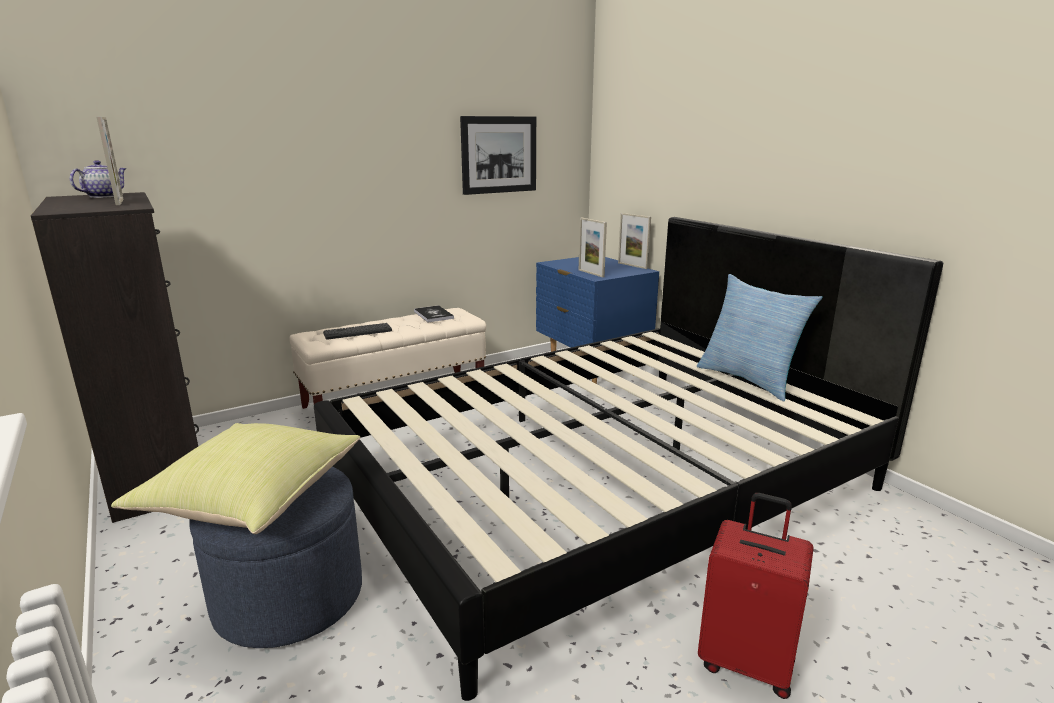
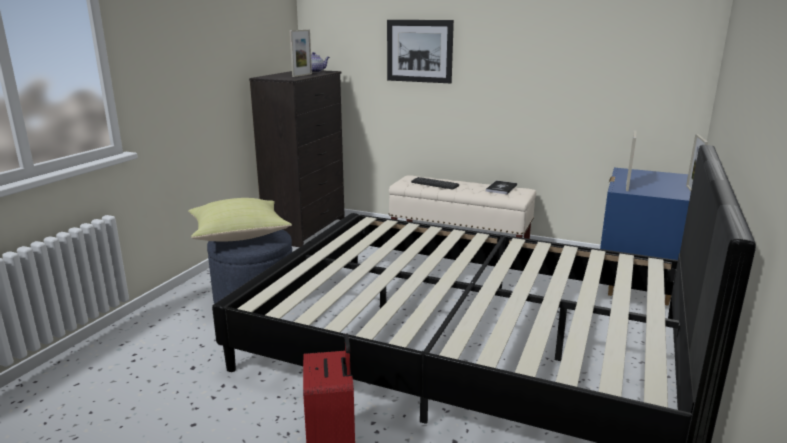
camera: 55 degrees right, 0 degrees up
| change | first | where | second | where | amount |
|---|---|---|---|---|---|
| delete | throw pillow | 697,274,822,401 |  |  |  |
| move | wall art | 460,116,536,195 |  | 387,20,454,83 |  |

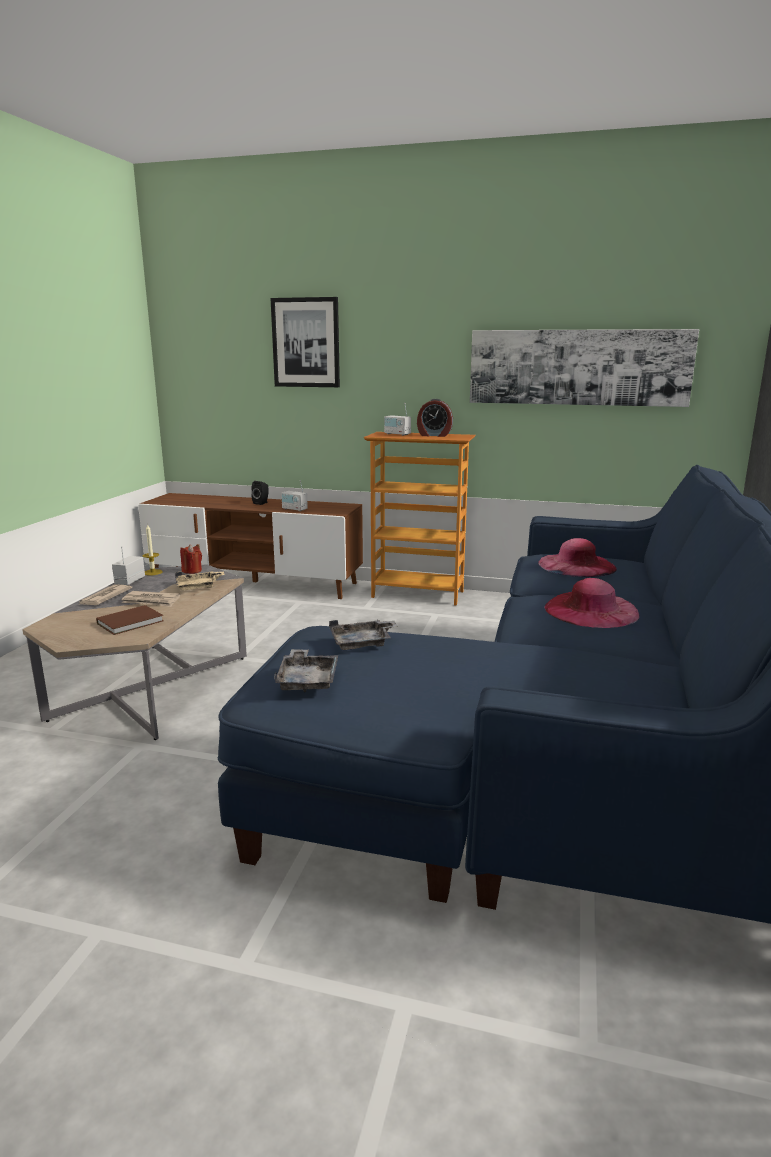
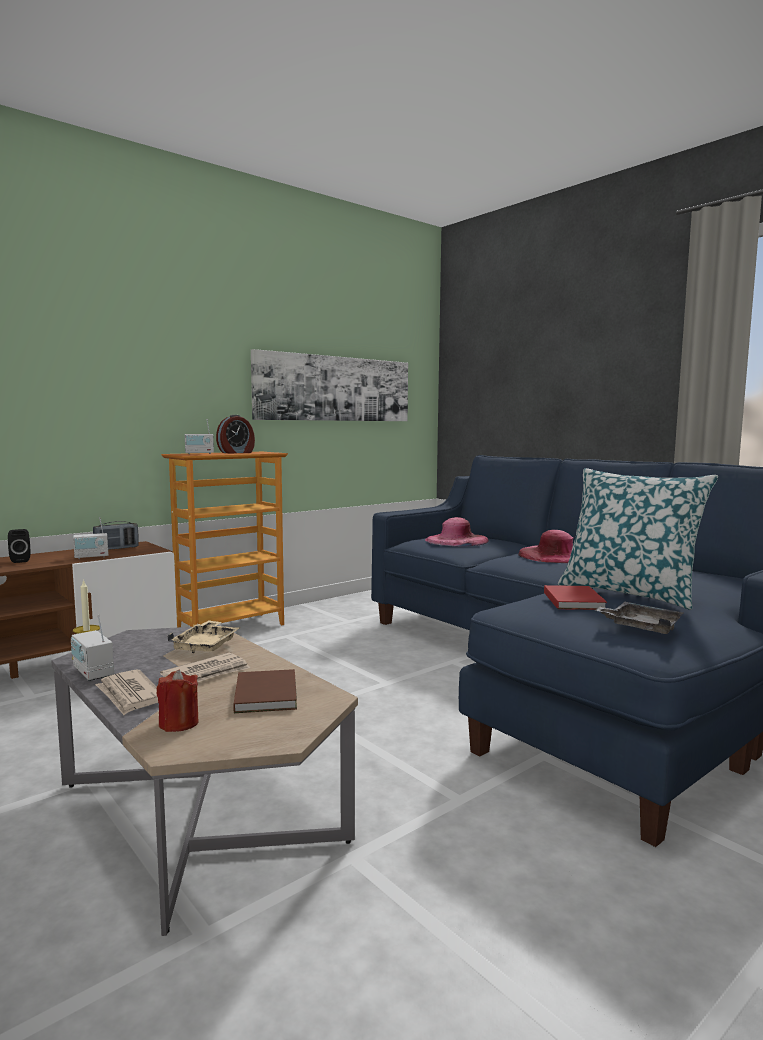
camera: 55 degrees left, 10 degrees down
| change | first | where | second | where | amount |
|---|---|---|---|---|---|
| delete | wall art | 270,297,340,387 |  |  |  |
| insert |  |  | radio receiver | 93,521,139,550 |  |
| insert |  |  | throw pillow | 558,468,718,610 |  |
| move | wax light/reddish | 180,545,202,574 |  | 157,670,199,732 |  |
| replace | tray/greyish | 329,620,398,650 | volume/reddish | 544,585,607,610 |  |

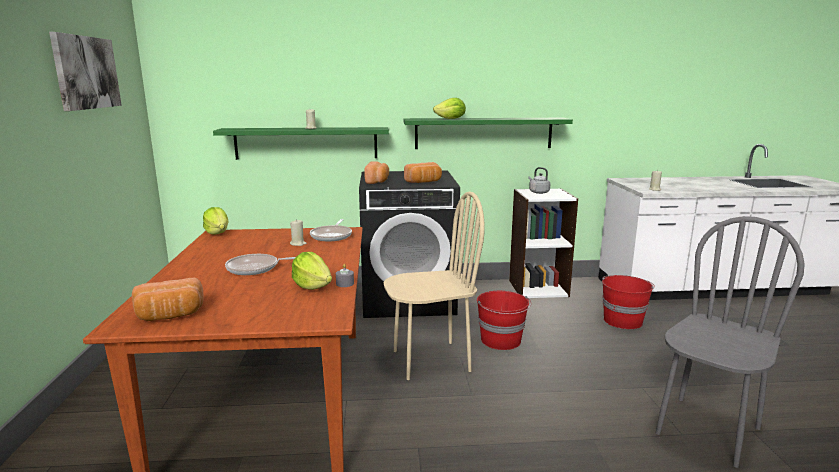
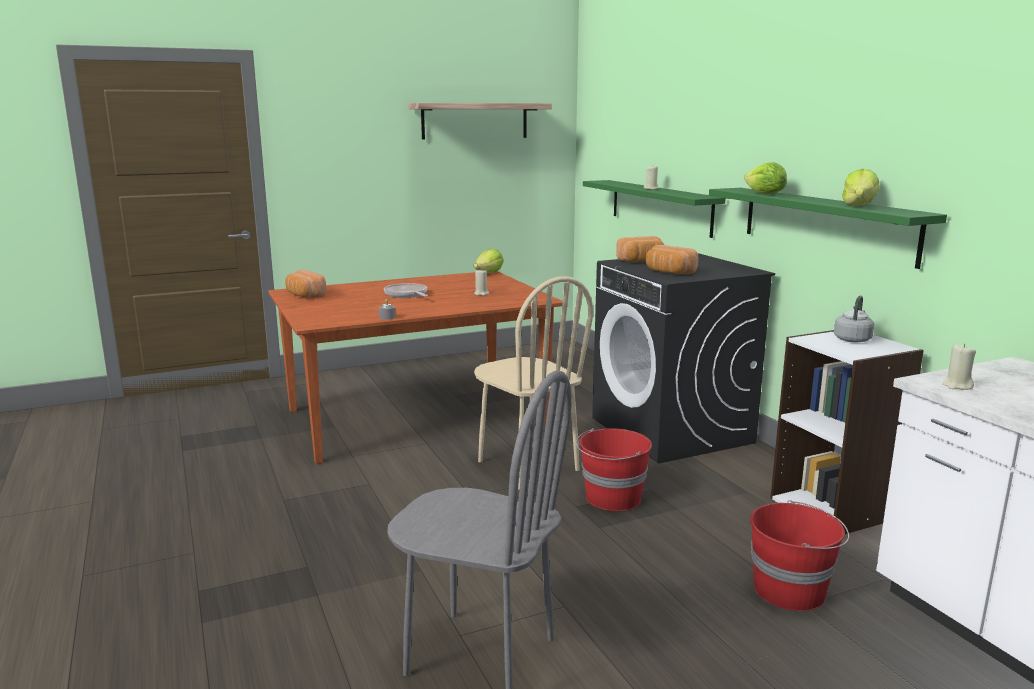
camera: 70 degrees right, 0 degrees up
| change | first | where | second | where | amount |
|---|---|---|---|---|---|
| delete | skillet | 310,219,352,241 |  |  |  |
| move | head of lettuce | 292,252,332,290 |  | 842,169,880,206 |  |
| replace | wall art | 49,32,122,111 | shelf | 408,103,552,139 |  |

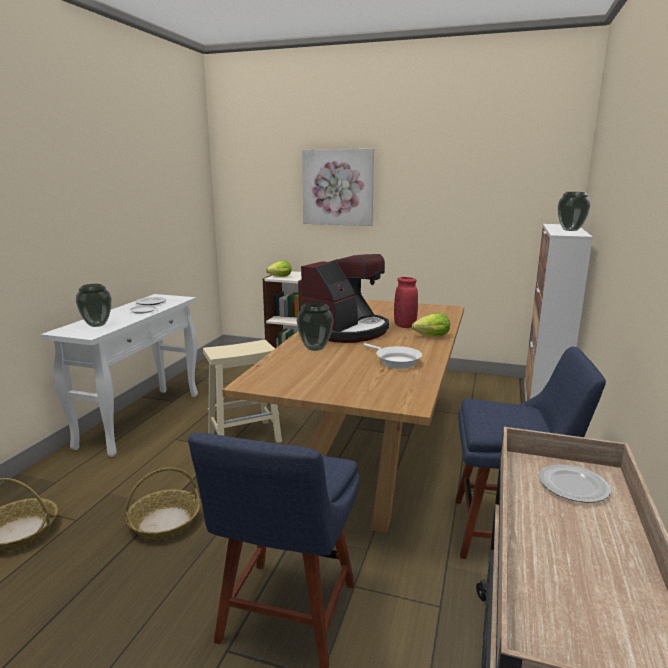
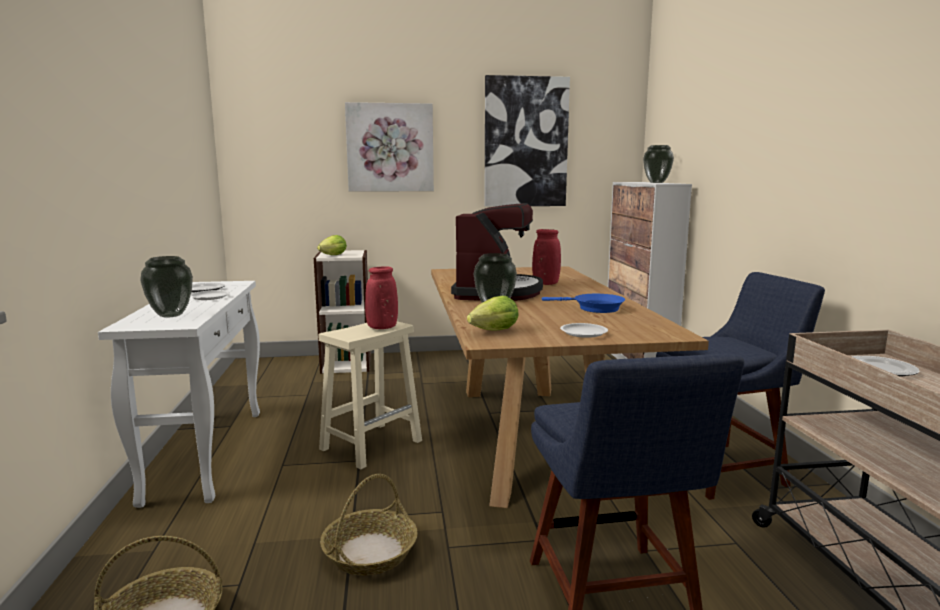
camera: 25 degrees left, 5 degrees down
| change | first | where | second | where | amount |
|---|---|---|---|---|---|
| insert |  |  | decorative vase/reddish | 365,266,398,329 |  |
| insert |  |  | wall art | 484,75,570,207 |  |
| insert |  |  | dinner plate/white-coloured | 560,323,608,338 |  |
| move | head of lettuce | 412,313,450,336 |  | 467,296,519,331 |  |
| recolor | skillet/white-coloured | 364,343,422,369 | skillet/bluish | 542,294,625,313 |  |

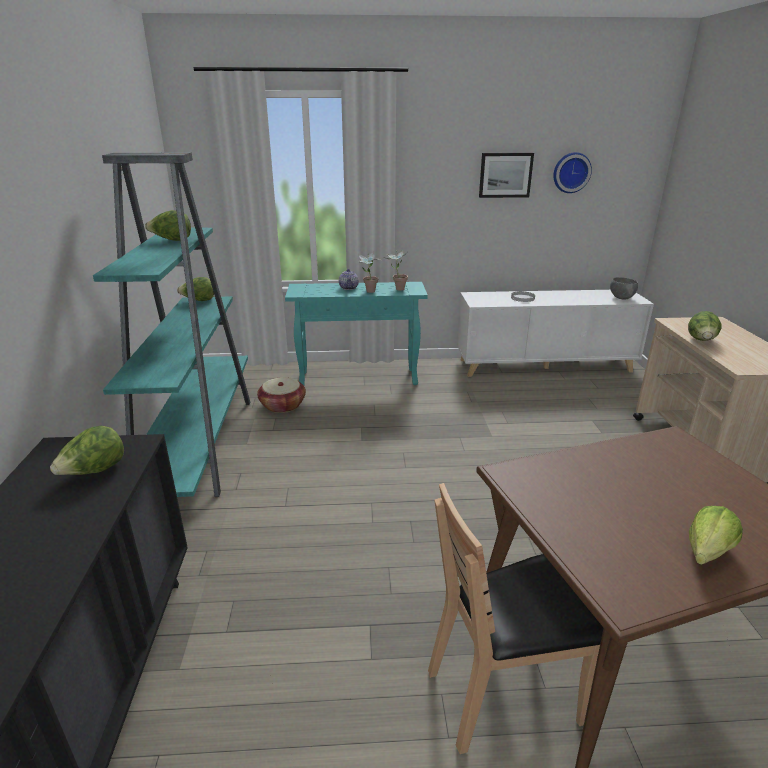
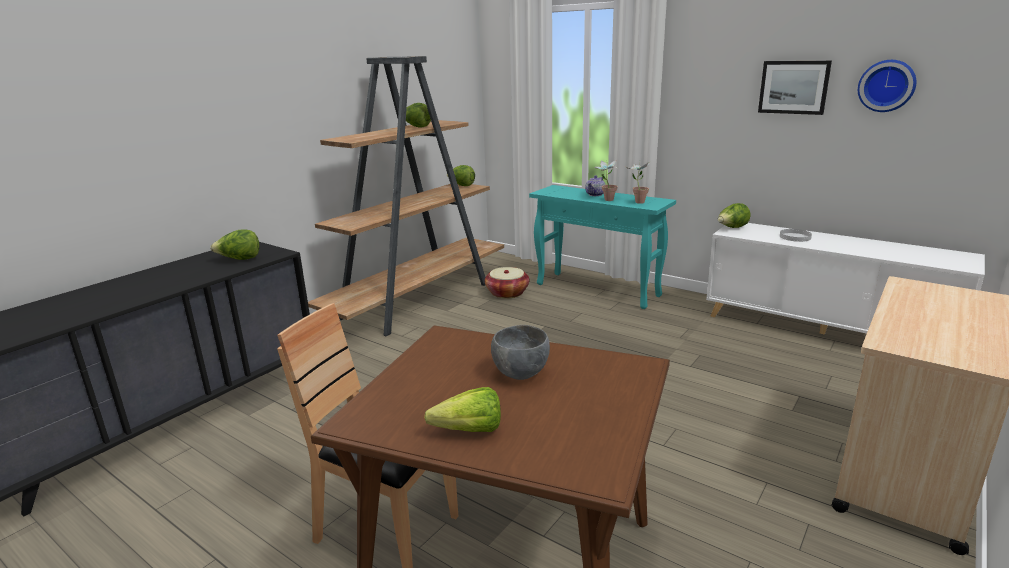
camera: 40 degrees right, 5 degrees down
| change | first | where | second | where | amount |
|---|---|---|---|---|---|
| move | deep dish/greyish | 610,277,638,299 |  | 491,325,550,380 |  |
| move | head of lettuce | 688,311,721,341 |  | 718,203,751,228 |  |
| recolor | bookshelf/turquoise | 93,153,250,497 | bookshelf/brown-coloured | 308,56,504,336 |  |

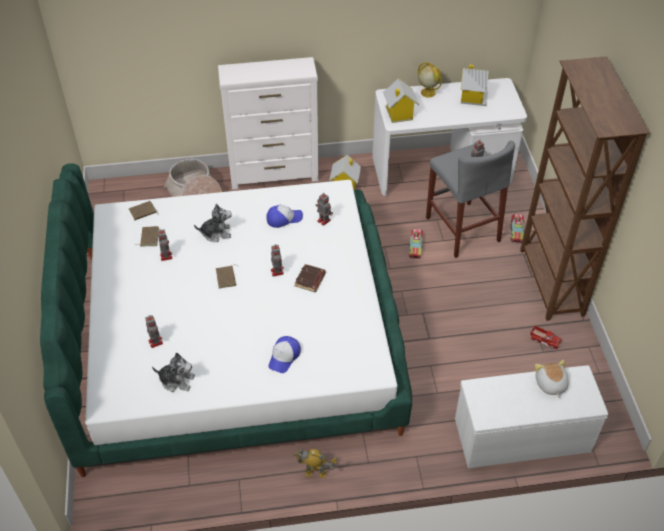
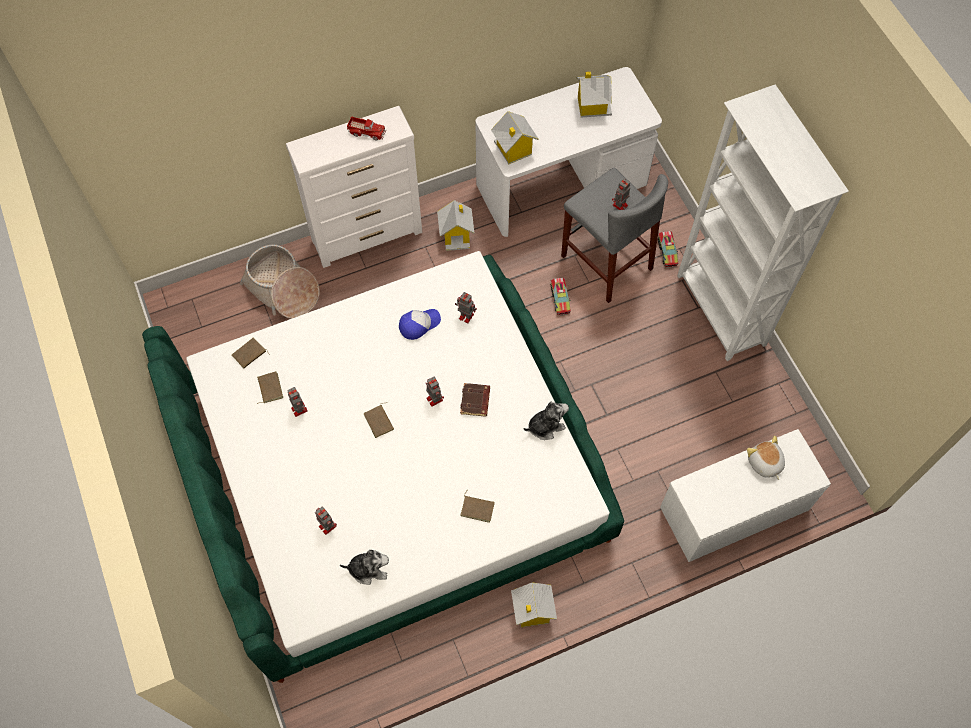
camera: 15 degrees left, 15 degrees up
| change | first | where | second | where | amount |
|---|---|---|---|---|---|
| delete | desk globe | 418,62,442,98 |  |  |  |
| move | soft toy | 194,203,232,242 |  | 524,402,569,440 |  |
| move | toy lorry | 529,326,562,349 |  | 347,116,386,141 |  |
| replace | peaked cap | 268,336,301,373 | volume/brown-coloured | 460,491,495,523 |  |
| replace | robot figure | 293,449,337,478 | model house | 511,583,557,627 |  |
| recolor | bookshelf/brown-coloured | 520,56,650,321 | bookshelf/white-coloured | 677,84,849,361 |  |

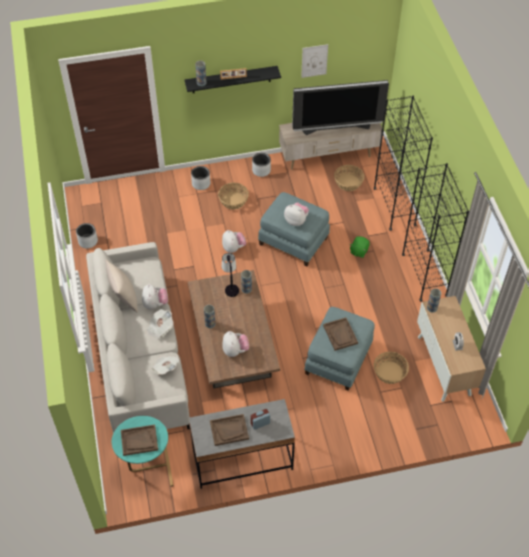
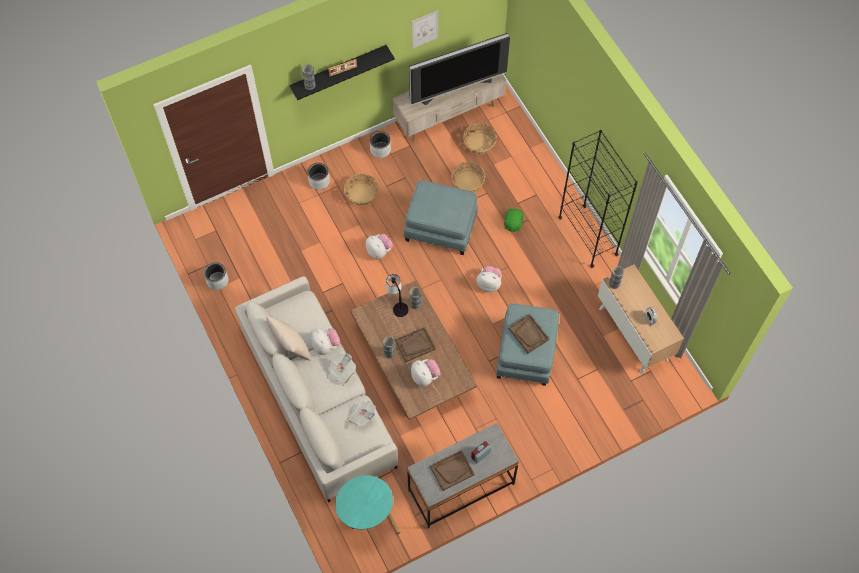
camera: 15 degrees left, 10 degrees up
| change | first | where | second | where | amount |
|---|---|---|---|---|---|
| delete | bookshelf/black-coloured | 374,96,433,231 |  |  |  |
| move | tray/brown-coloured | 121,425,158,456 |  | 395,327,436,362 |  |
| move | soft toy | 284,202,309,226 |  | 476,266,502,292 |  |
| move | storage basket | 374,352,409,384 |  | 451,162,486,192 |  |

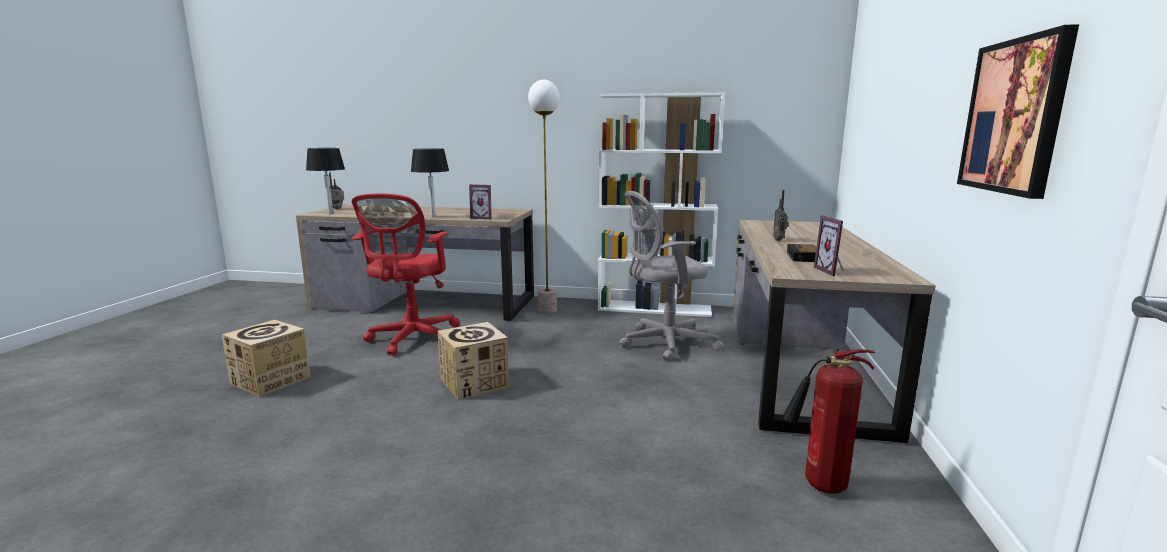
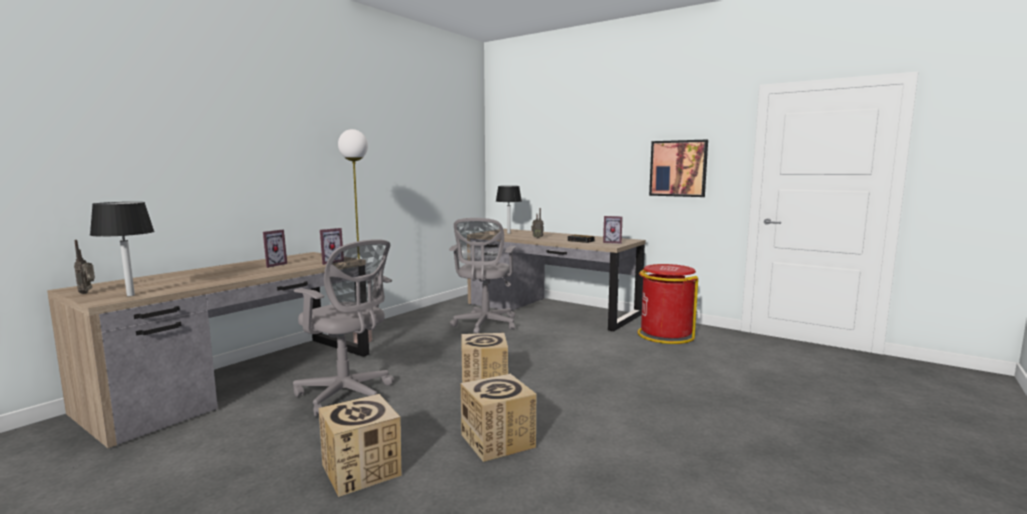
camera: 65 degrees left, 5 degrees down
| change | first | where | second | where | amount |
|---|---|---|---|---|---|
| delete | bookshelf/white-coloured | 598,92,725,317 |  |  |  |
| insert |  |  | standing frame | 263,229,287,268 |  |
| insert |  |  | packing box | 461,374,536,462 |  |
| move | tabletop lamp/black-coloured | 411,148,449,217 |  | 496,186,522,234 |  |
| replace | extinguisher | 783,349,875,494 | waste bin/reddish | 637,264,698,344 |  |
| recolor | office chair/reddish | 352,193,460,356 | office chair/greyish | 293,239,394,417 |  |

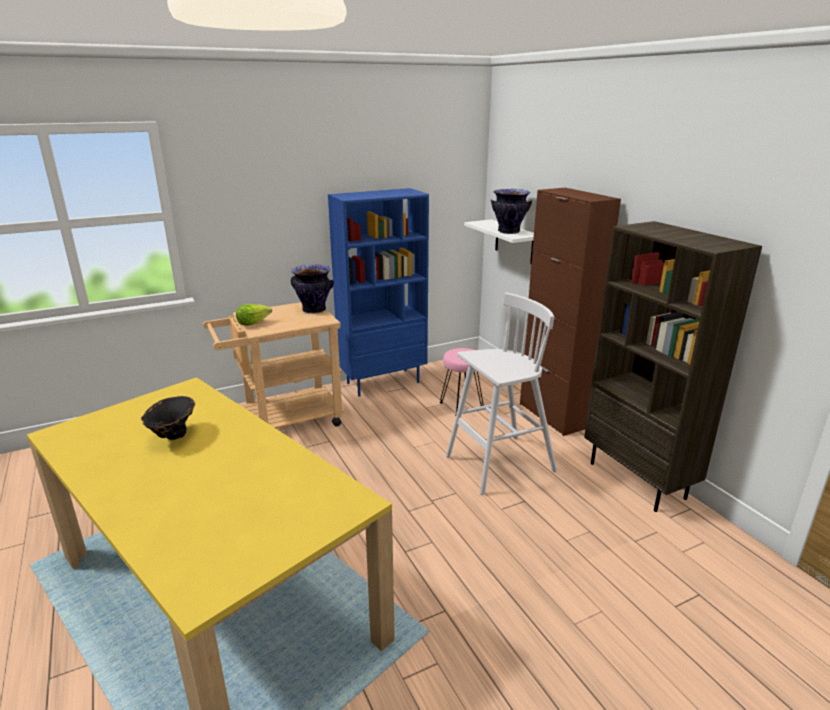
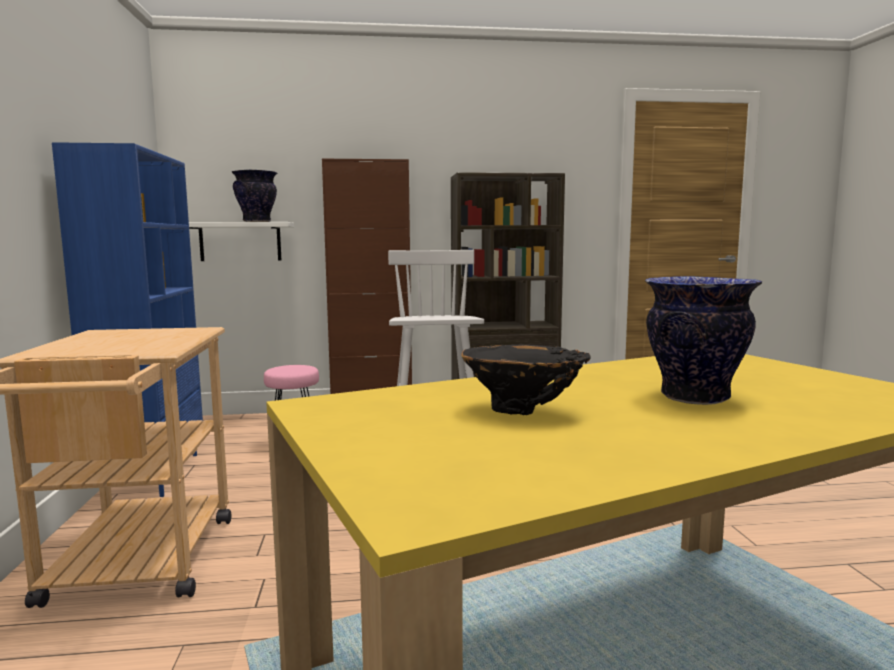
camera: 70 degrees left, 15 degrees down
| change | first | where | second | where | amount |
|---|---|---|---|---|---|
| delete | head of lettuce | 236,304,272,326 |  |  |  |
| move | decorative vase | 291,265,334,313 |  | 645,276,762,405 |  |

